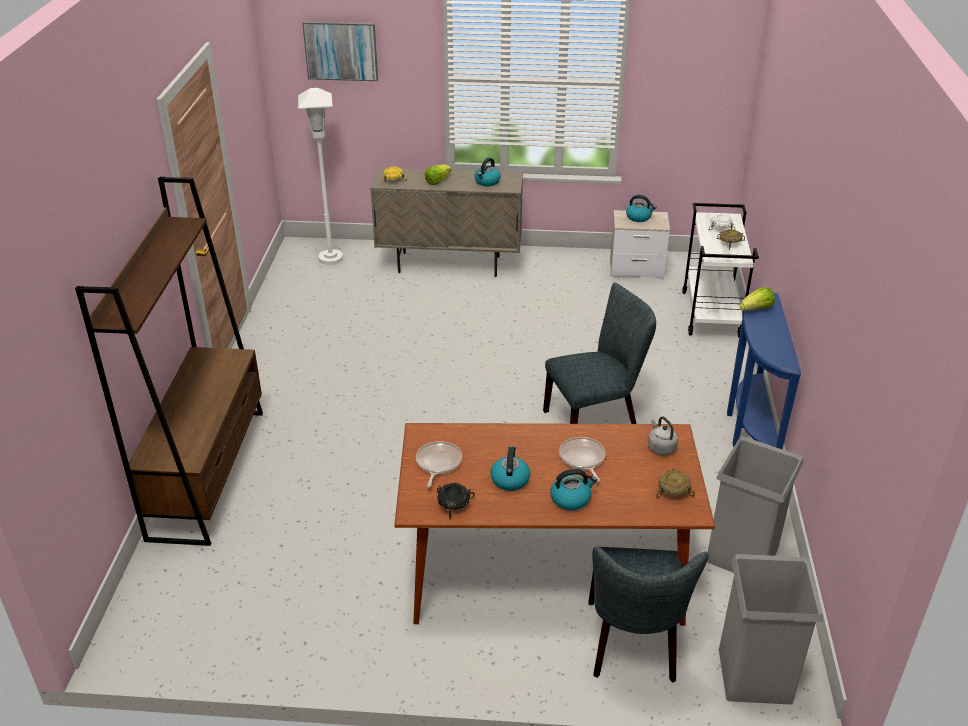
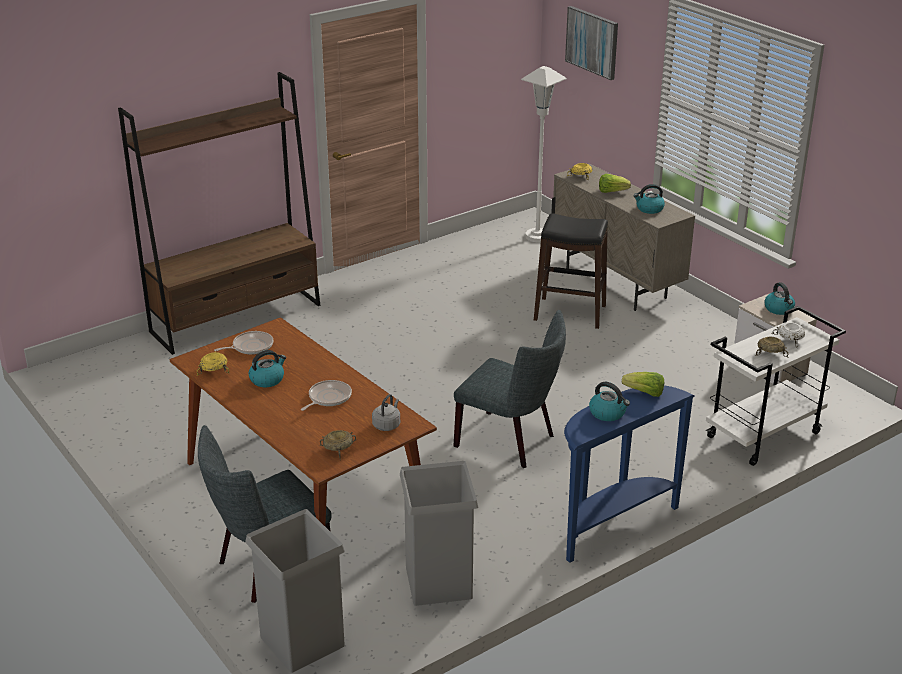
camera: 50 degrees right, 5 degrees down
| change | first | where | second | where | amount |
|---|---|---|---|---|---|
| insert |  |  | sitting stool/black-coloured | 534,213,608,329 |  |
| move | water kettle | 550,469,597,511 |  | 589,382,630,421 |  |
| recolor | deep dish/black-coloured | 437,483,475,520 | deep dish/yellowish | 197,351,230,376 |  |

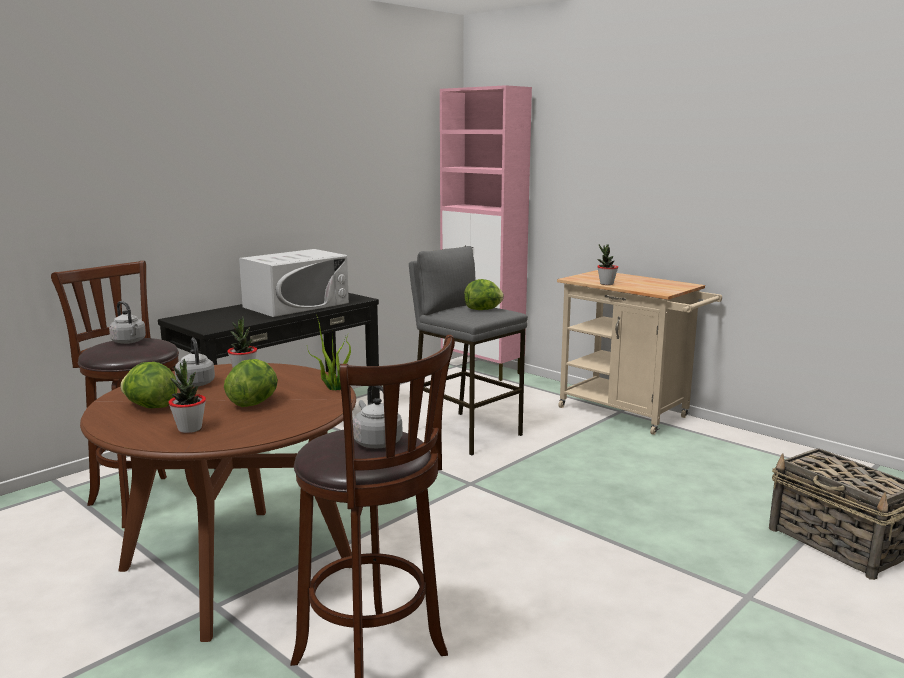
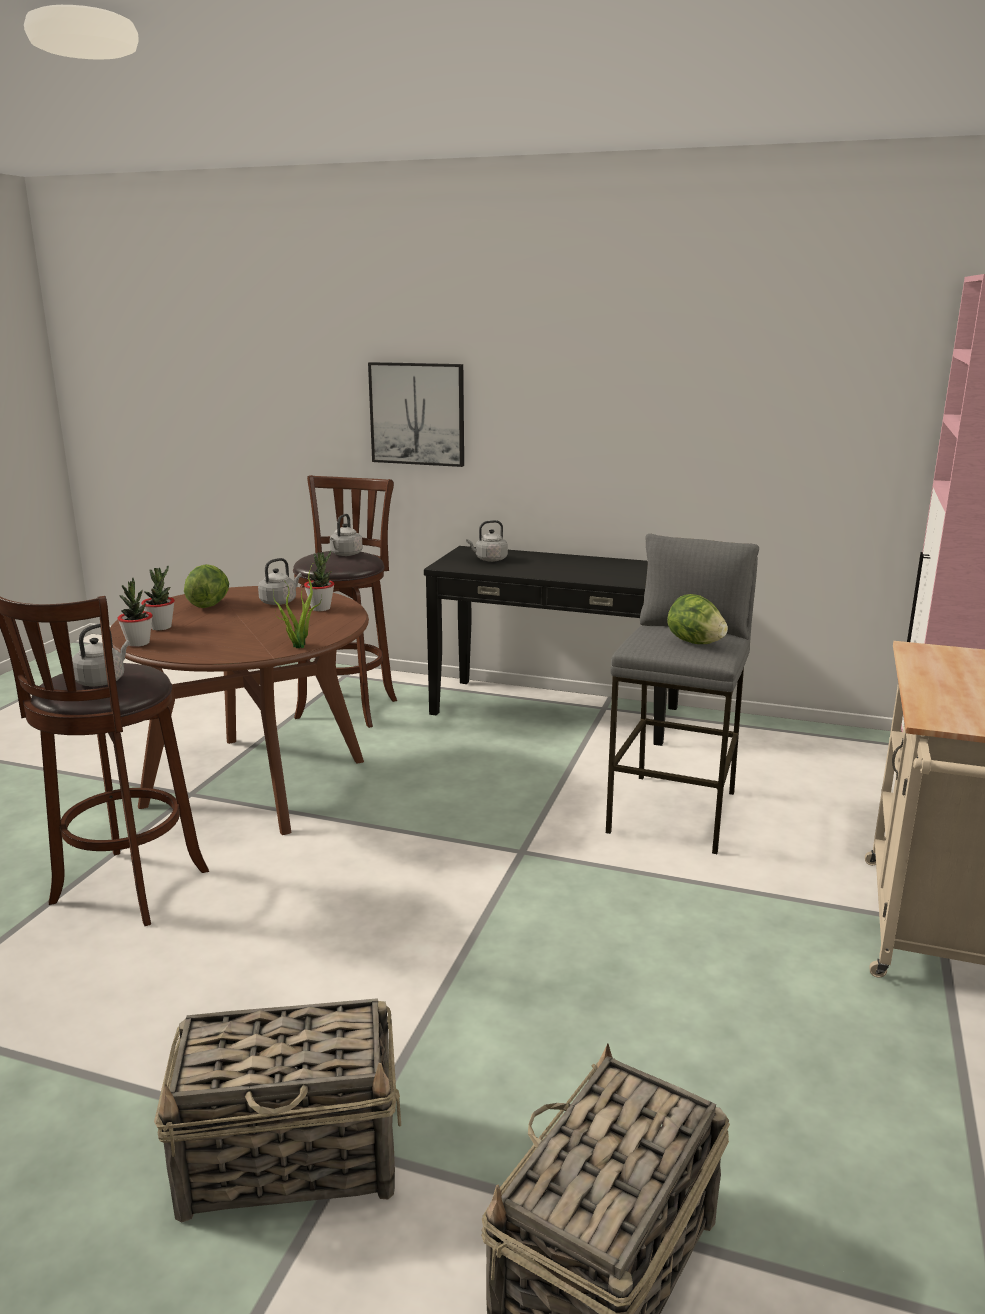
camera: 65 degrees right, 5 degrees up
| change | first | where | second | where | amount |
|---|---|---|---|---|---|
| delete | head of lettuce | 224,359,278,407 |  |  |  |
| delete | microwave oven/white-coloured | 239,249,349,317 |  |  |  |
| insert |  |  | storage basket | 154,998,401,1222 |  |
| insert |  |  | wall art | 368,362,464,467 |  |
| insert |  |  | water kettle/greyish | 466,520,508,562 |  |
| move | houseplant | 597,244,618,285 |  | 117,578,153,647 |  |

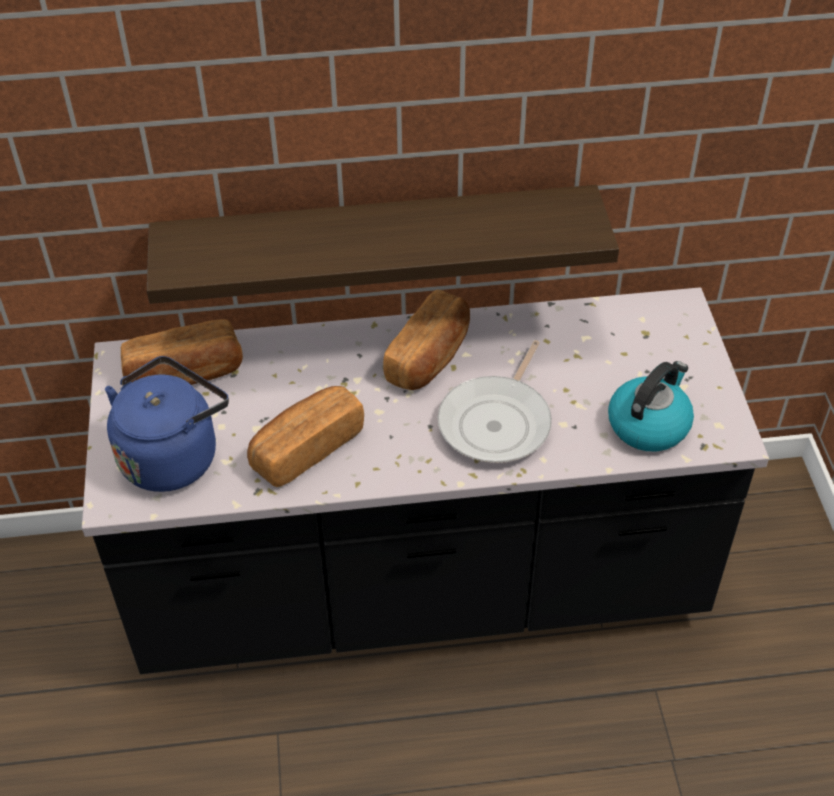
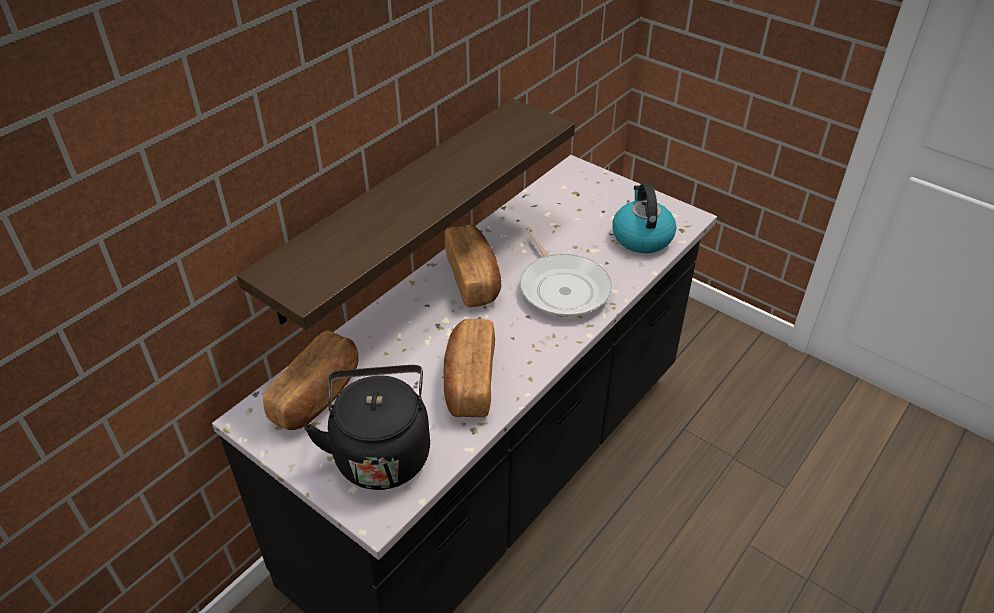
camera: 45 degrees left, 5 degrees down
| change | first | where | second | where | amount |
|---|---|---|---|---|---|
| recolor | water kettle/bluish | 105,356,229,492 | water kettle/black-coloured | 304,365,430,490 |  |

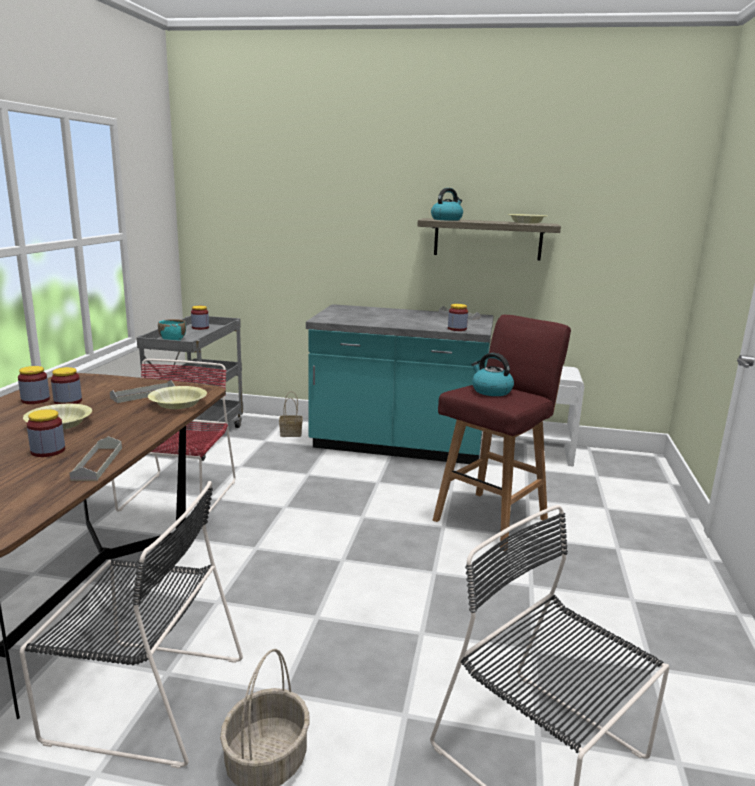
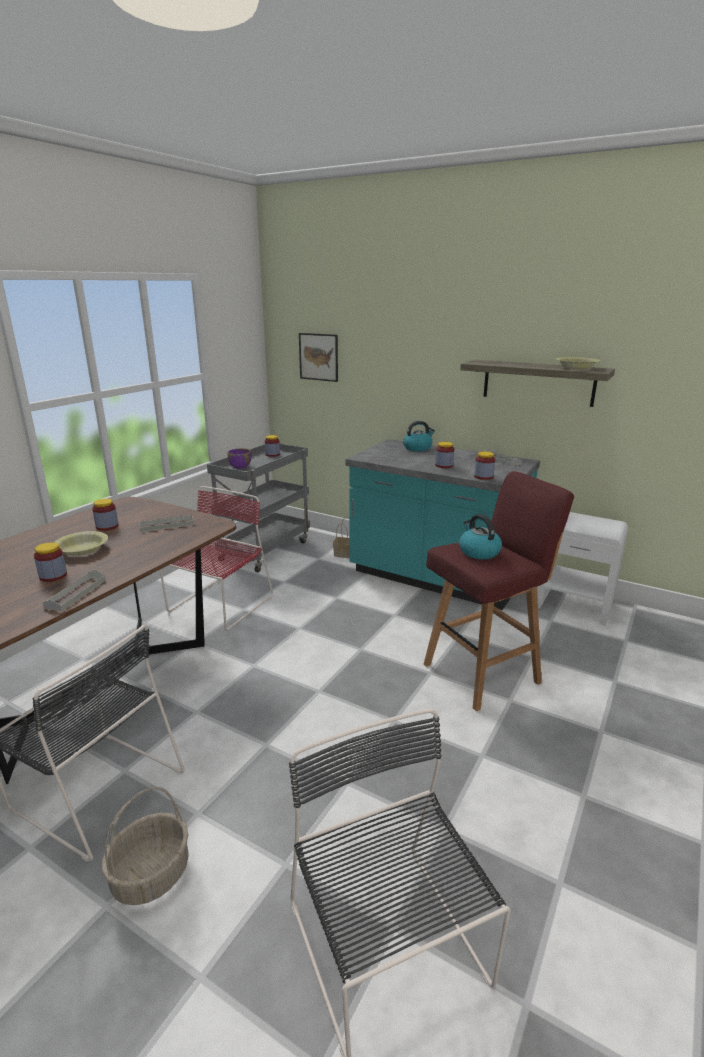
camera: 20 degrees right, 5 degrees up
| change | first | where | second | where | amount |
|---|---|---|---|---|---|
| delete | deep dish/yellowish | 148,386,207,409 |  |  |  |
| insert |  |  | wall art | 299,333,338,382 |  |
| move | jar | 18,366,50,404 |  | 435,442,454,468 |  |
| move | water kettle | 431,188,463,221 |  | 403,421,435,451 |  |
| recolor | deep dish/turquoise | 158,319,186,341 | deep dish/purple-coloured | 227,448,252,469 |  |

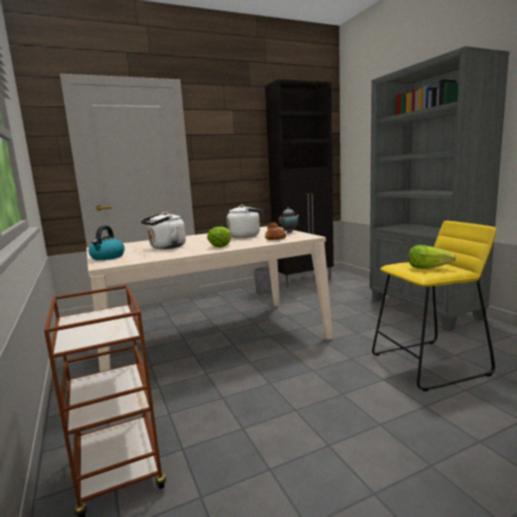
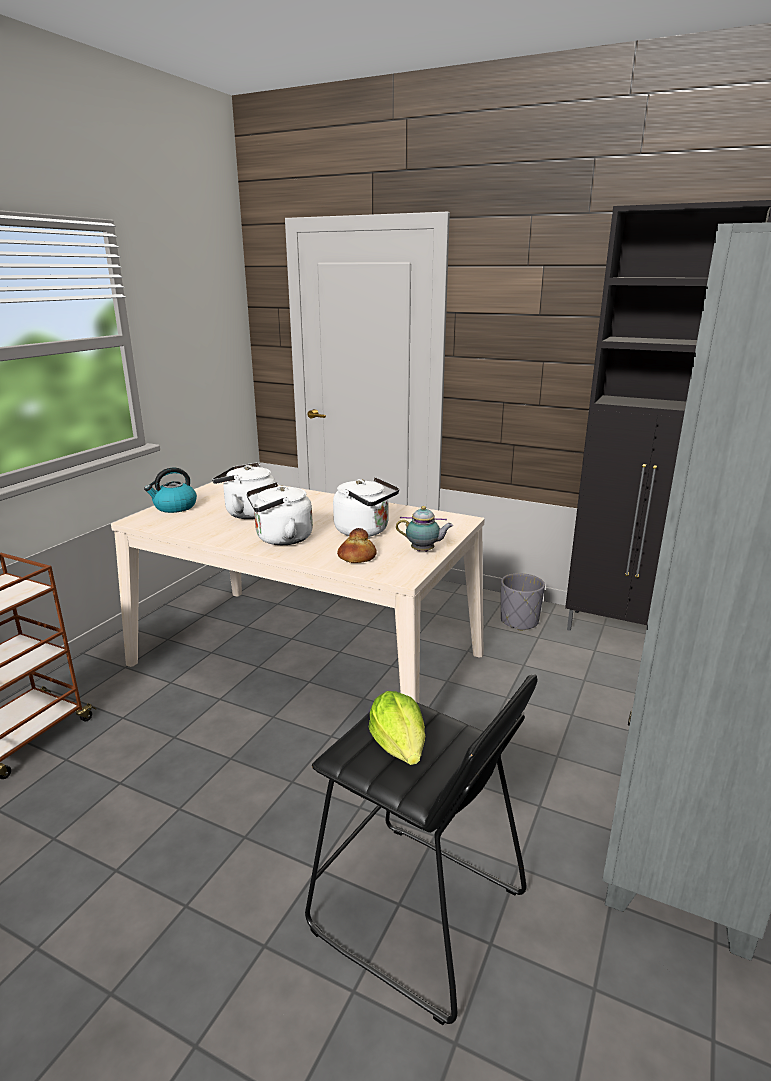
camera: 50 degrees right, 10 degrees up
| change | first | where | second | where | amount |
|---|---|---|---|---|---|
| replace | head of lettuce | 207,226,231,248 | water kettle/white-coloured | 246,482,313,545 |  |
| recolor | sitting stool/yellowish | 372,221,496,391 | sitting stool/black-coloured | 305,675,538,1025 |  |

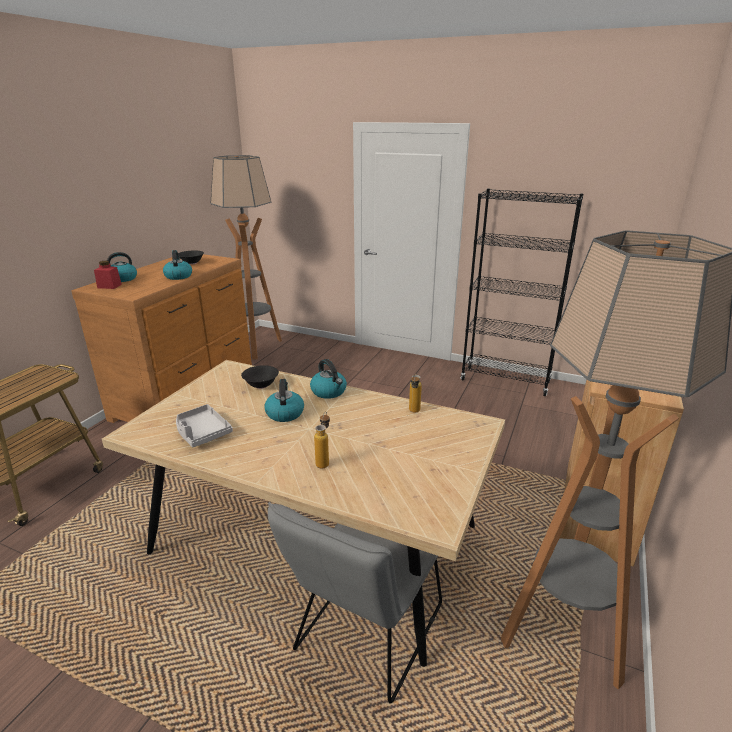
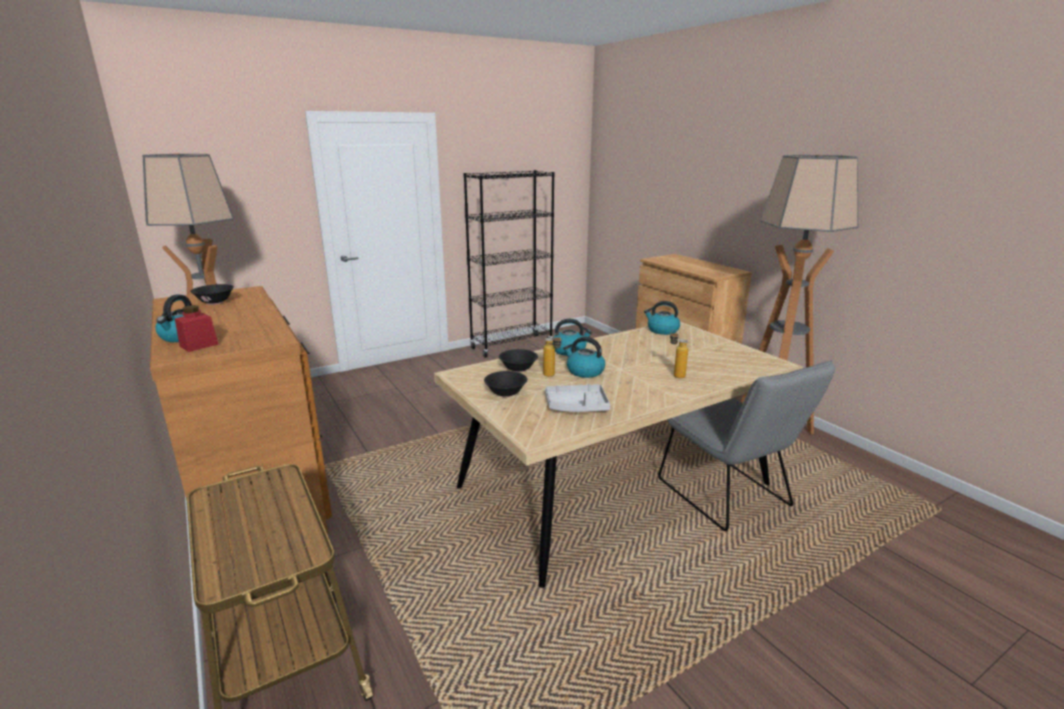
camera: 55 degrees left, 5 degrees down
| change | first | where | second | where | amount |
|---|---|---|---|---|---|
| insert |  |  | deep dish/black-coloured | 484,371,527,397 |  |
| move | water kettle | 163,250,192,280 |  | 644,301,680,335 |  |
| move | beverage bottle | 409,373,422,413 |  | 543,334,562,377 |  |

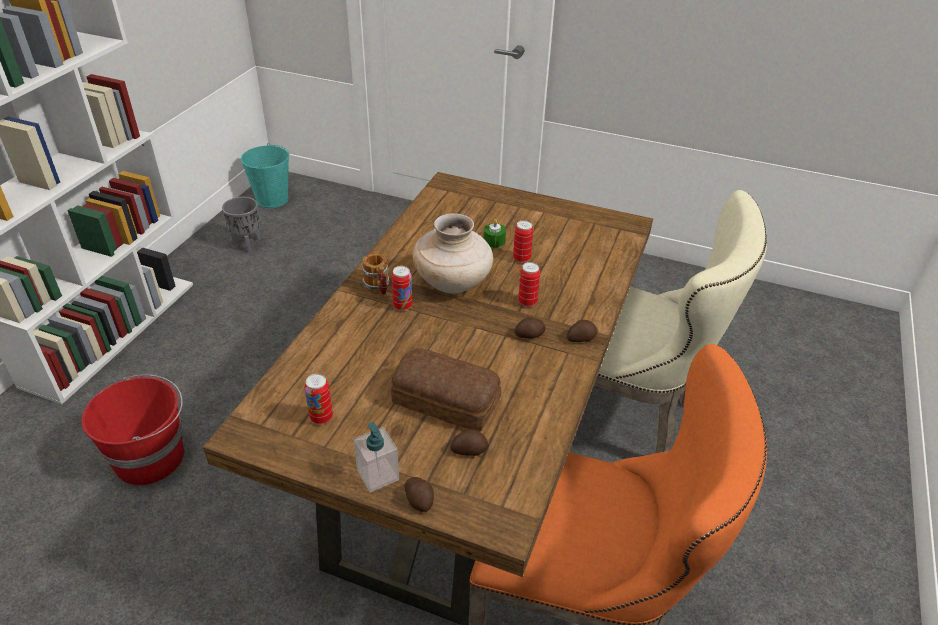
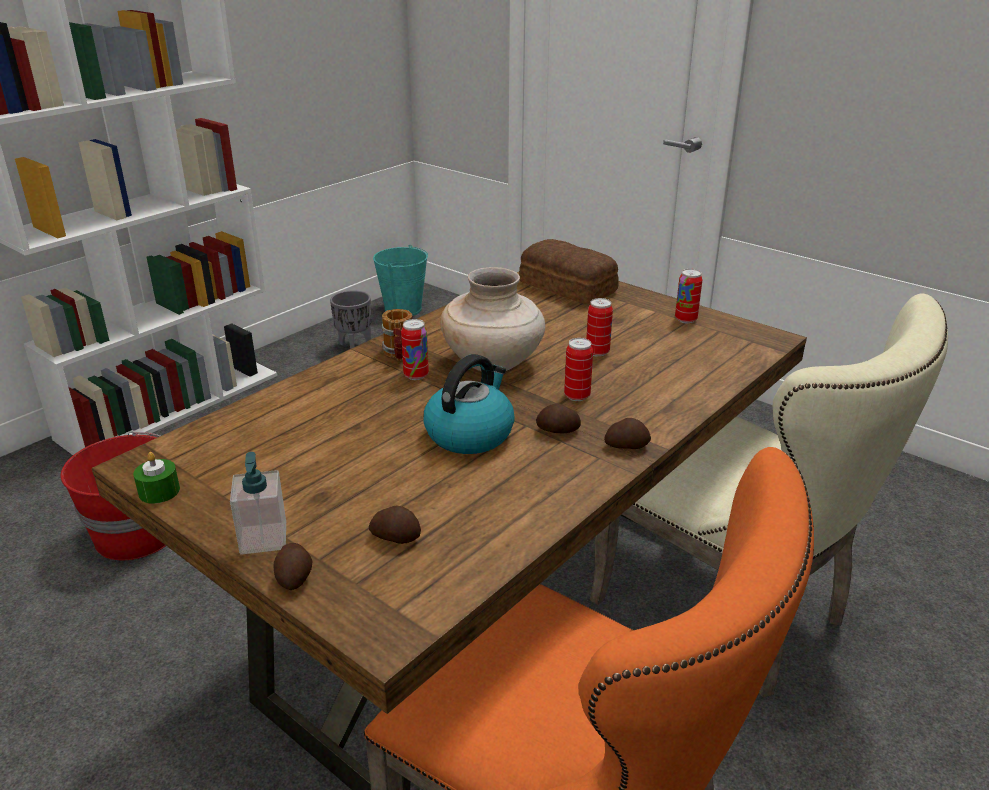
camera: 20 degrees right, 10 degrees down
| change | first | where | second | where | amount |
|---|---|---|---|---|---|
| insert |  |  | water kettle | 423,354,515,454 |  |
| move | can | 305,374,333,424 |  | 675,269,702,324 |  |
| move | bakery bread | 391,349,501,432 |  | 519,239,619,305 |  |
| move | wax light/green-coloured | 484,219,506,248 |  | 133,452,180,504 |  |

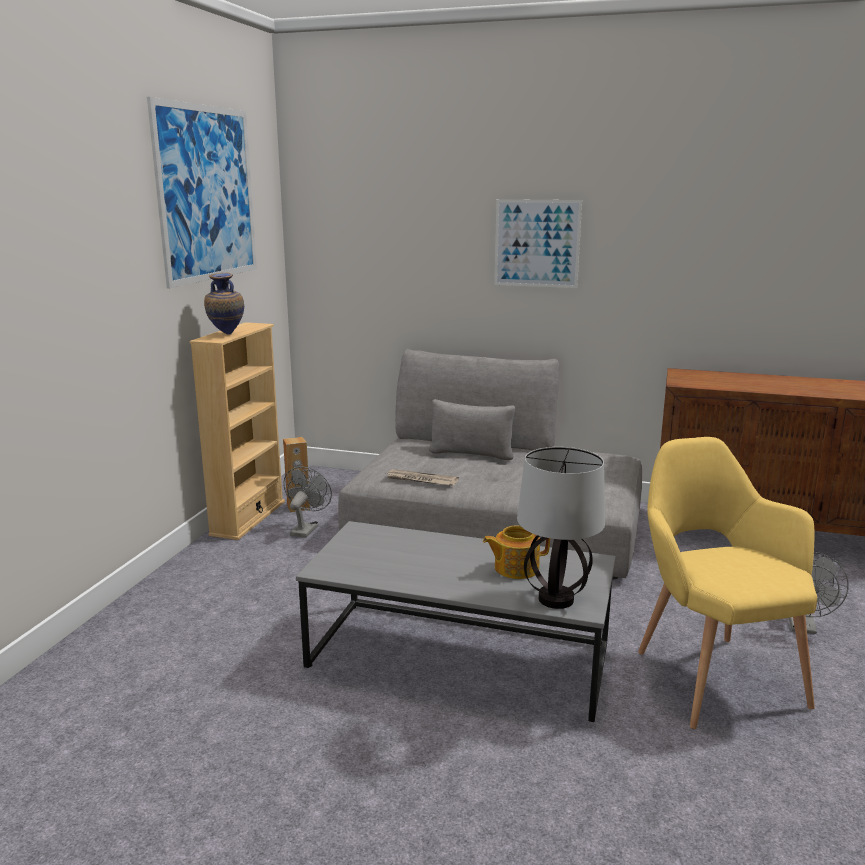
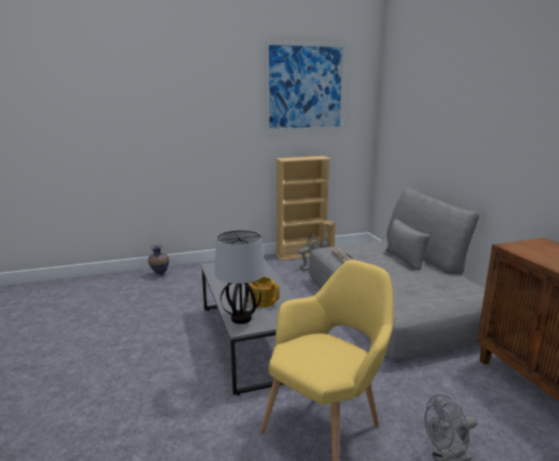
camera: 55 degrees right, 0 degrees up
| change | first | where | second | where | amount |
|---|---|---|---|---|---|
| delete | wall art | 494,199,582,288 |  |  |  |
| move | decorative vase | 204,273,244,334 |  | 148,244,169,276 |  |

